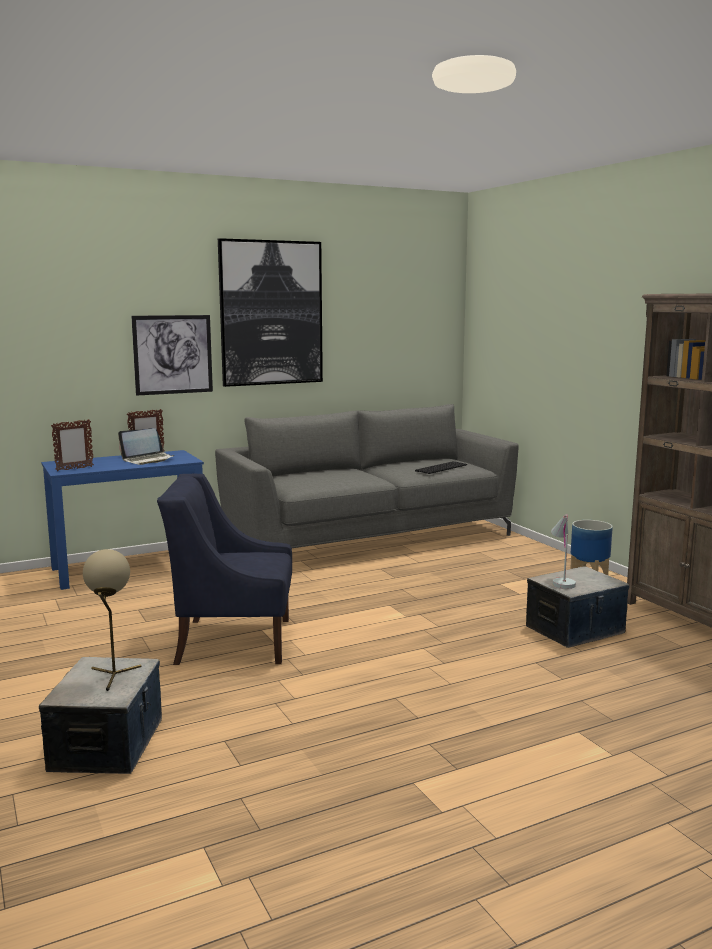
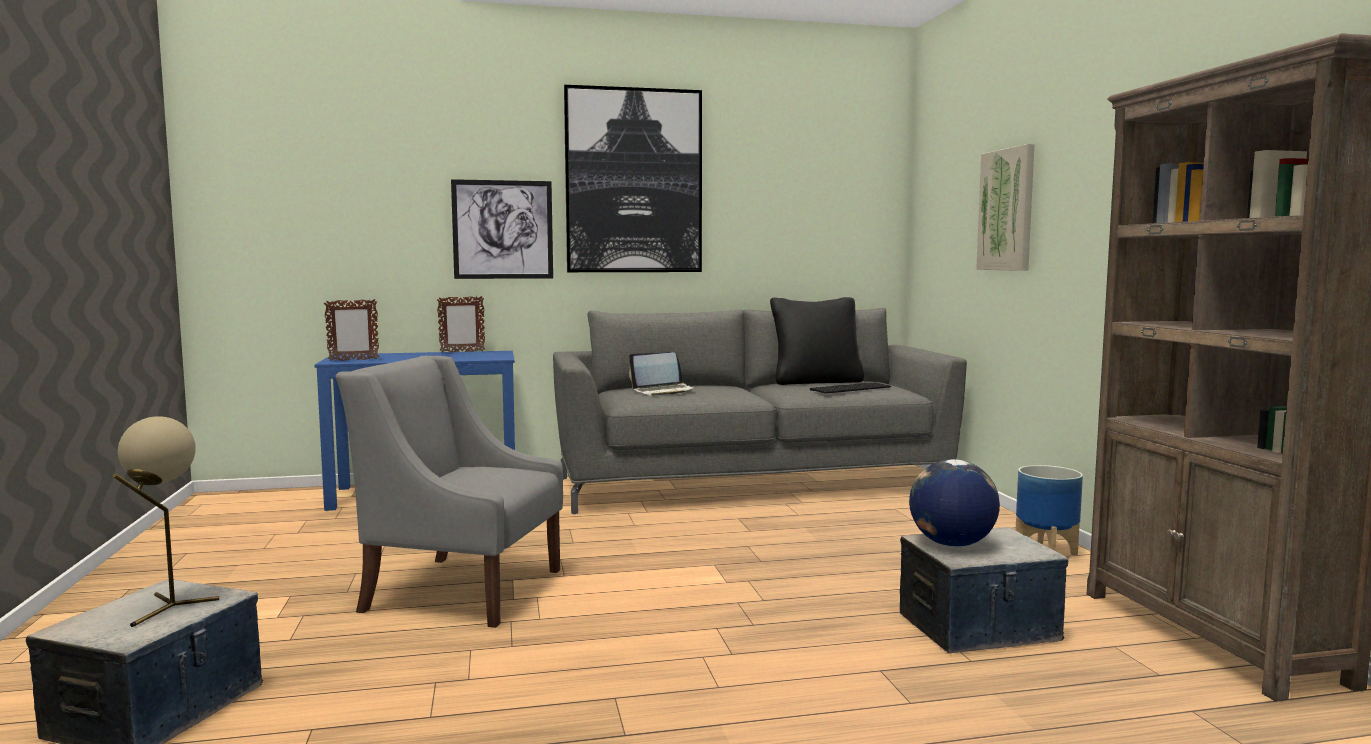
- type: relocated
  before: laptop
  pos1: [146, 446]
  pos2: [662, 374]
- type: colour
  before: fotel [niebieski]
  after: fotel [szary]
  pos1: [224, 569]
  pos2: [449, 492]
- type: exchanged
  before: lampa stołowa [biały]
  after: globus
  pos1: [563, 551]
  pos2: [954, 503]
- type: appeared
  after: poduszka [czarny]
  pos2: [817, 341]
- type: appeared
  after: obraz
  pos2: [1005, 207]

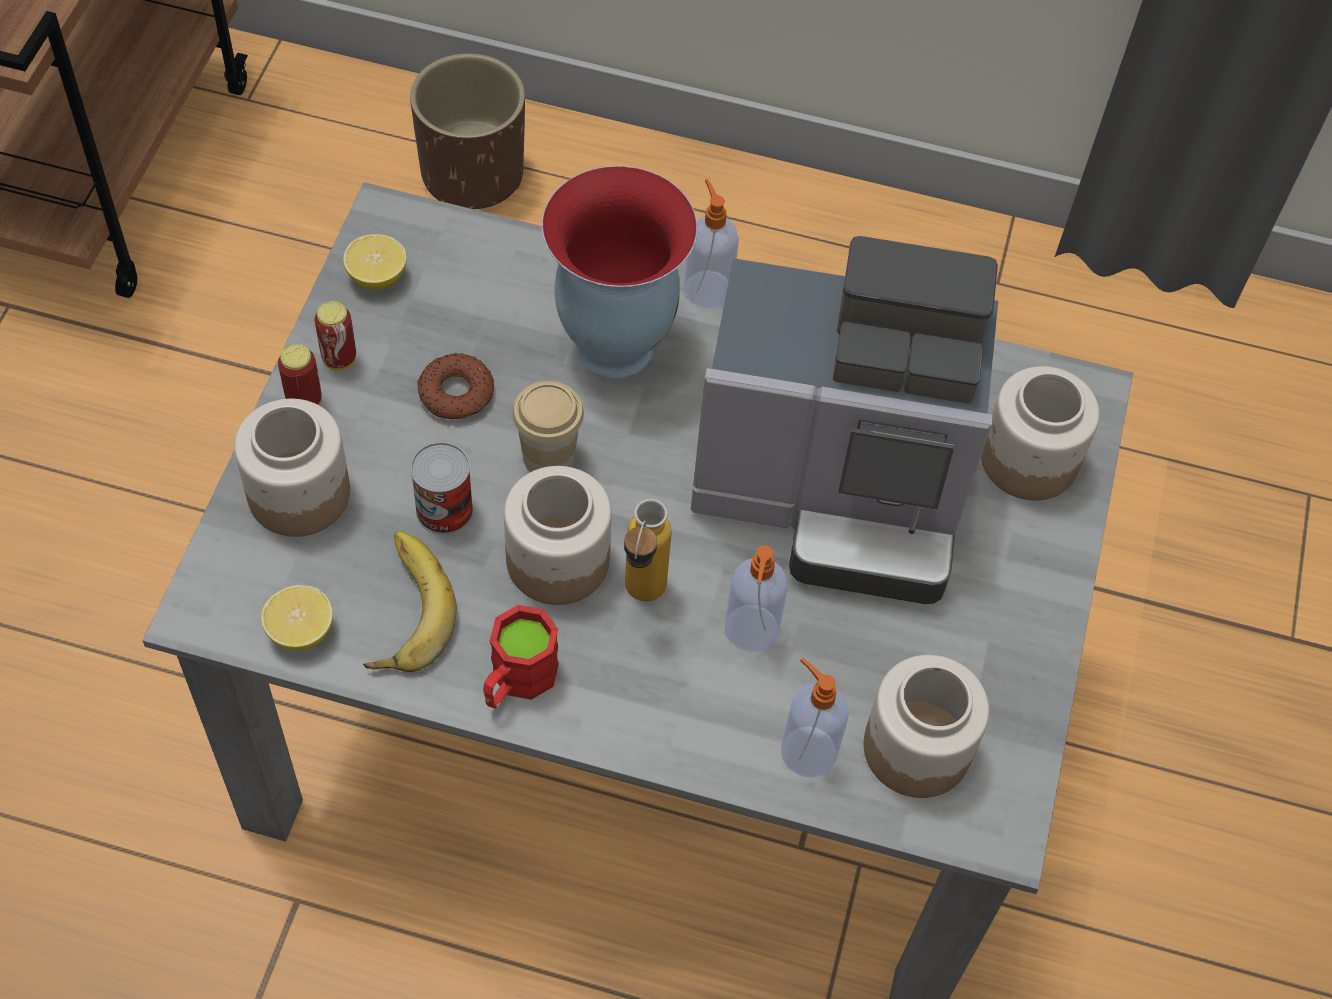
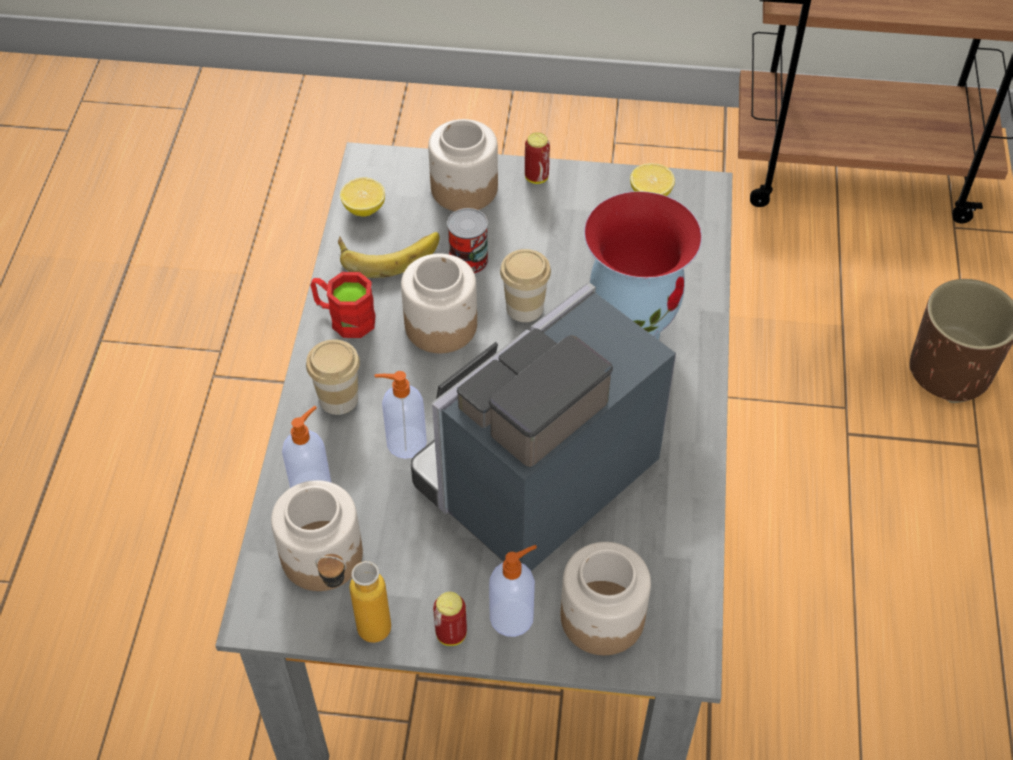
- type: relocated
  before: puszka
  pos1: [335, 336]
  pos2: [450, 619]
- type: missing
  before: donut
  pos1: [455, 386]
- type: relocated
  before: butelka
  pos1: [648, 550]
  pos2: [353, 598]
- type: relocated
  before: dozownik mydła
  pos1: [711, 243]
  pos2: [513, 591]
- type: spun
  before: ekspres do kawy
  pos1: [844, 420]
  pos2: [543, 426]
  turn: 45
- type: appeared
  after: filiżanka
  pos2: [333, 377]

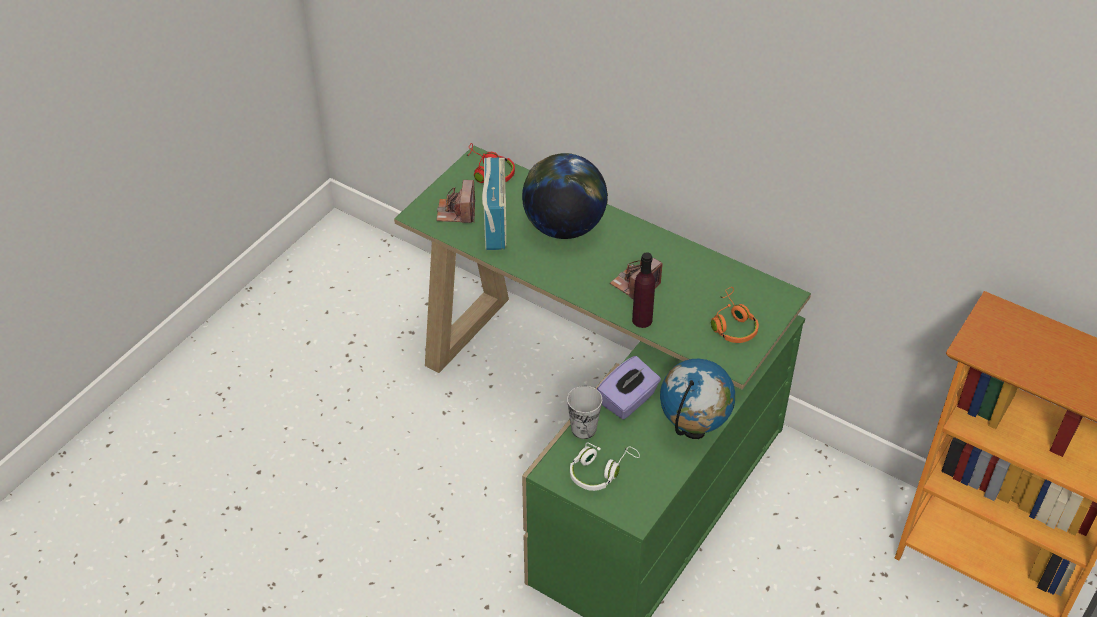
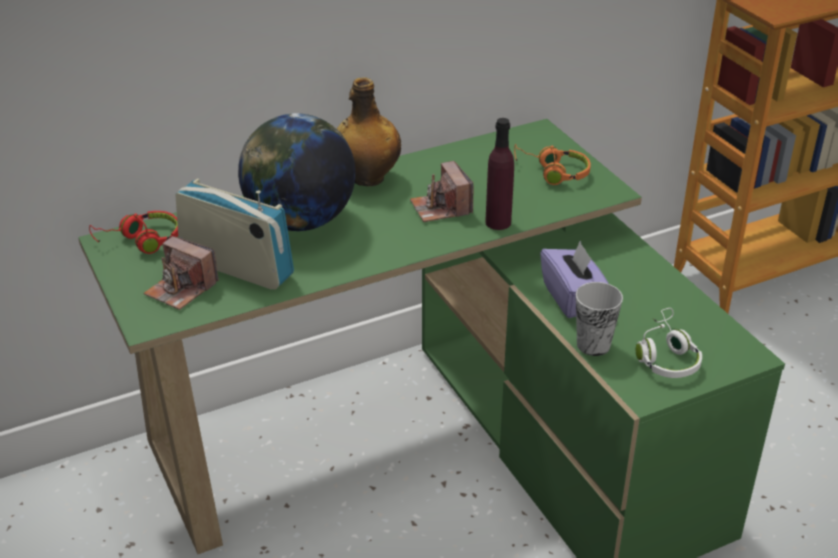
- type: missing
  before: globus
  pos1: [697, 399]
- type: appeared
  after: butelka
  pos2: [369, 132]

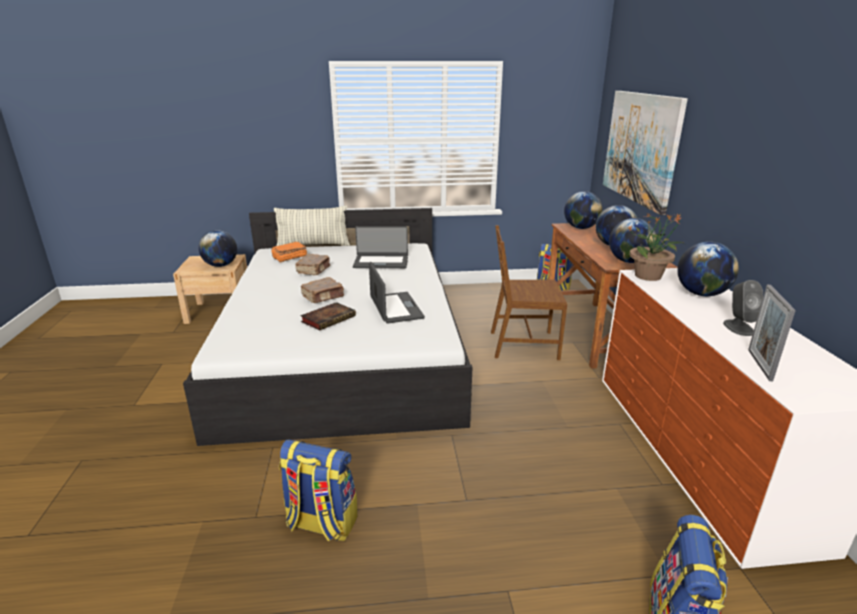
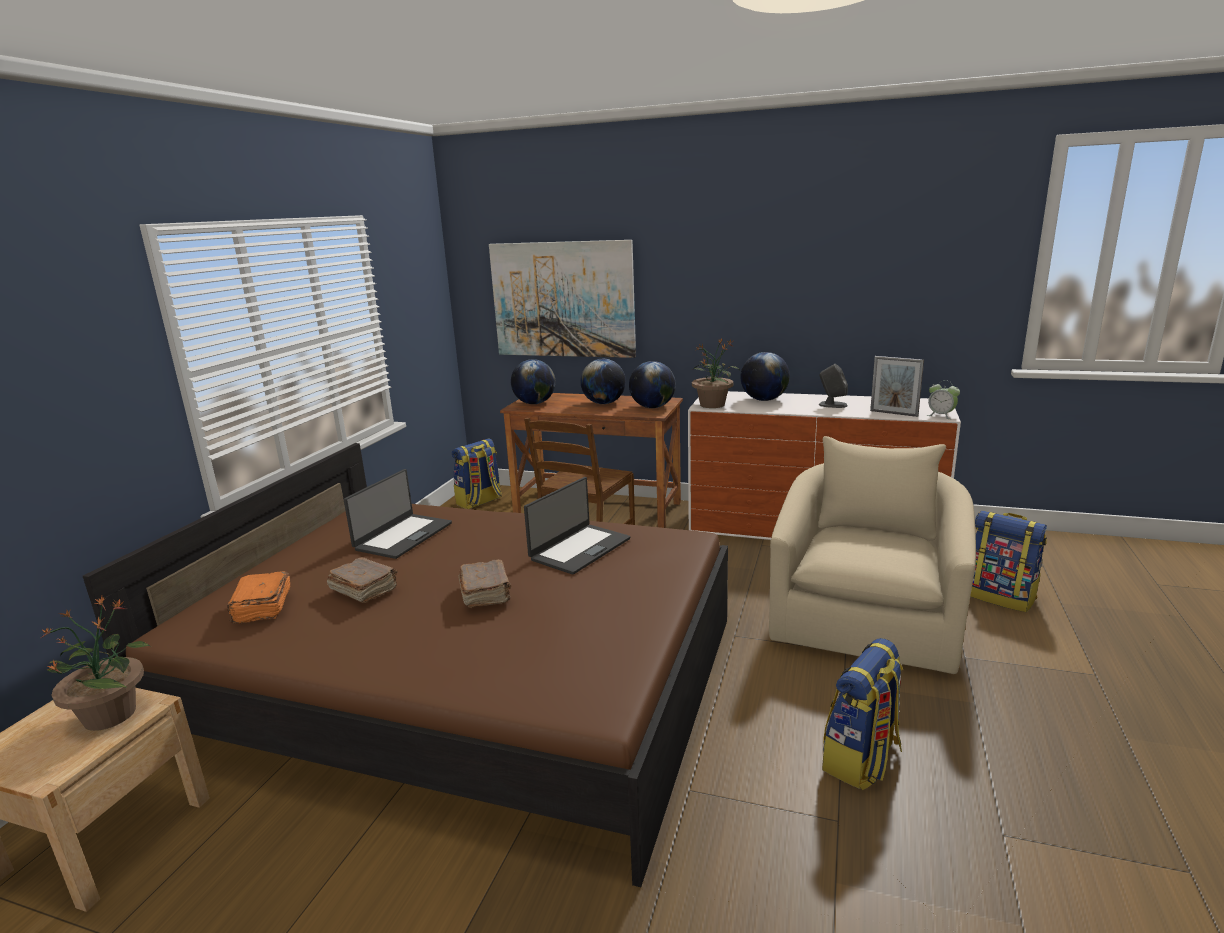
- type: colour
  before: łóżko [biały]
  after: łóżko [brązowy]
  pos1: [327, 327]
  pos2: [405, 665]
- type: exchanged
  before: globus
  after: roślina doniczkowa
  pos1: [217, 248]
  pos2: [95, 663]
- type: missing
  before: poduszka
  pos1: [312, 226]
- type: missing
  before: książka
  pos1: [328, 316]
- type: spun
  before: laptop
  pos1: [397, 293]
  pos2: [577, 526]
  turn: 120
- type: appeared
  after: fotel [beżowy]
  pos2: [872, 555]
- type: appeared
  after: budzik
  pos2: [943, 399]

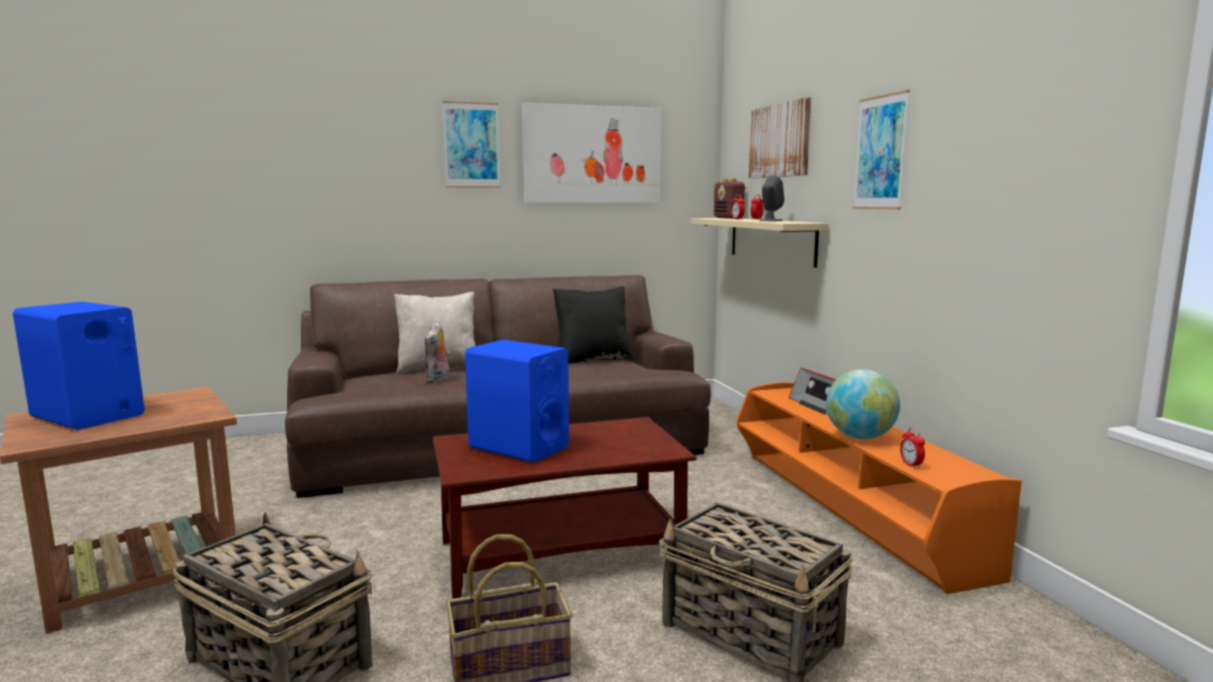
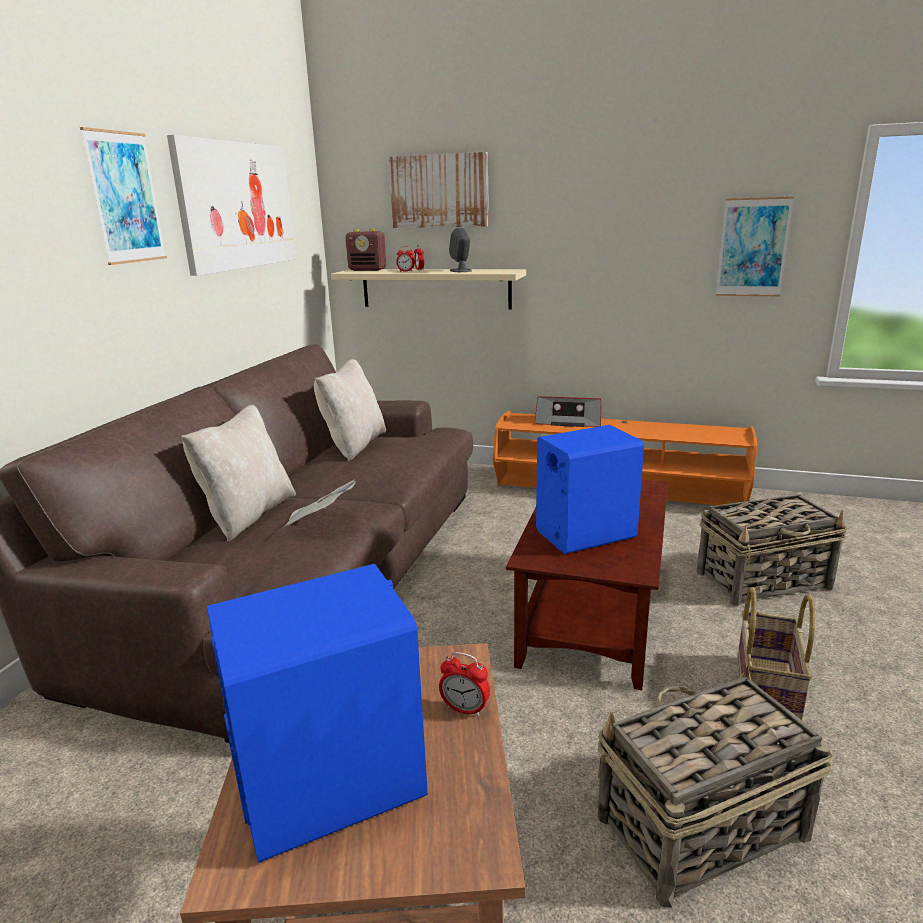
- type: exchanged
  before: pluszak
  after: gazeta
  pos1: [437, 352]
  pos2: [319, 503]
- type: colour
  before: poduszka [czarny]
  after: poduszka [beżowy]
  pos1: [593, 324]
  pos2: [350, 410]
- type: missing
  before: globus
  pos1: [863, 404]
- type: relocated
  before: obraz
  pos1: [881, 150]
  pos2: [754, 246]
- type: relocated
  before: budzik
  pos1: [912, 448]
  pos2: [464, 684]

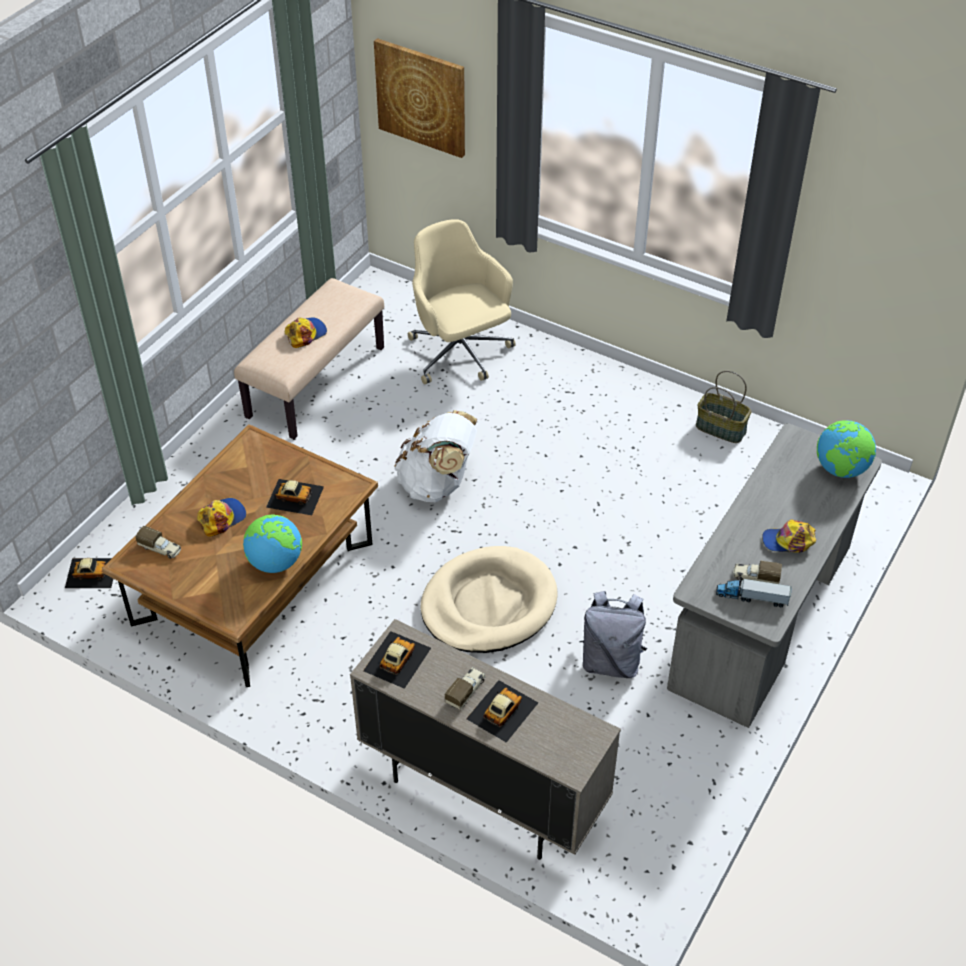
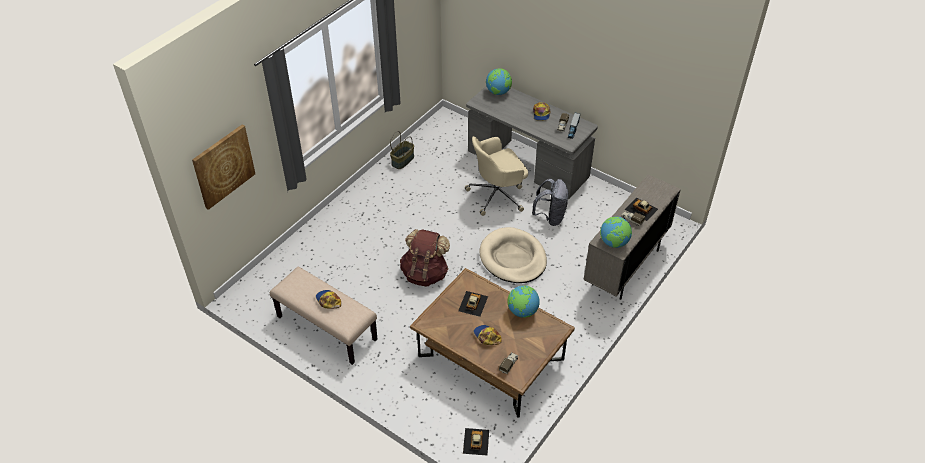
- type: exchanged
  before: samochodzik
  after: globus
  pos1: [397, 660]
  pos2: [616, 232]
- type: colour
  before: plecak [biały]
  after: plecak [brązowy]
  pos1: [435, 456]
  pos2: [425, 258]
- type: relocated
  before: krzesło biurowe [beżowy]
  pos1: [462, 302]
  pos2: [496, 176]

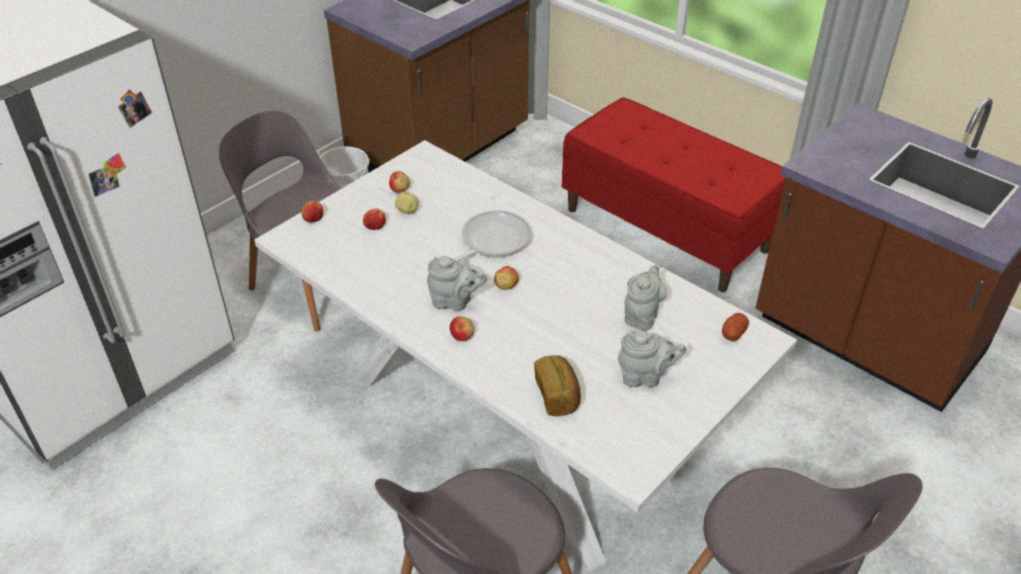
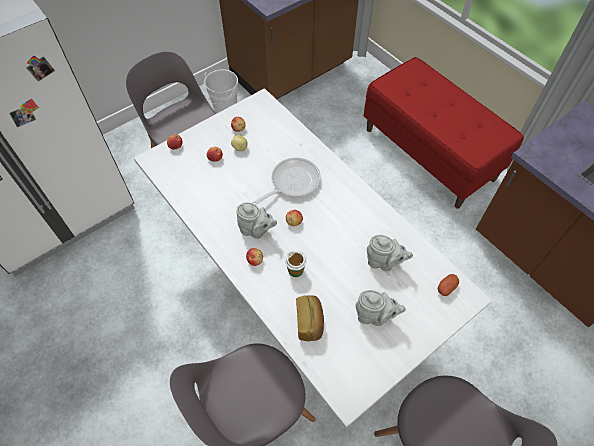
- type: spun
  before: imbryk [szary]
  pos1: [646, 297]
  pos2: [390, 253]
  turn: 75
- type: appeared
  after: filiżanka
  pos2: [296, 264]

